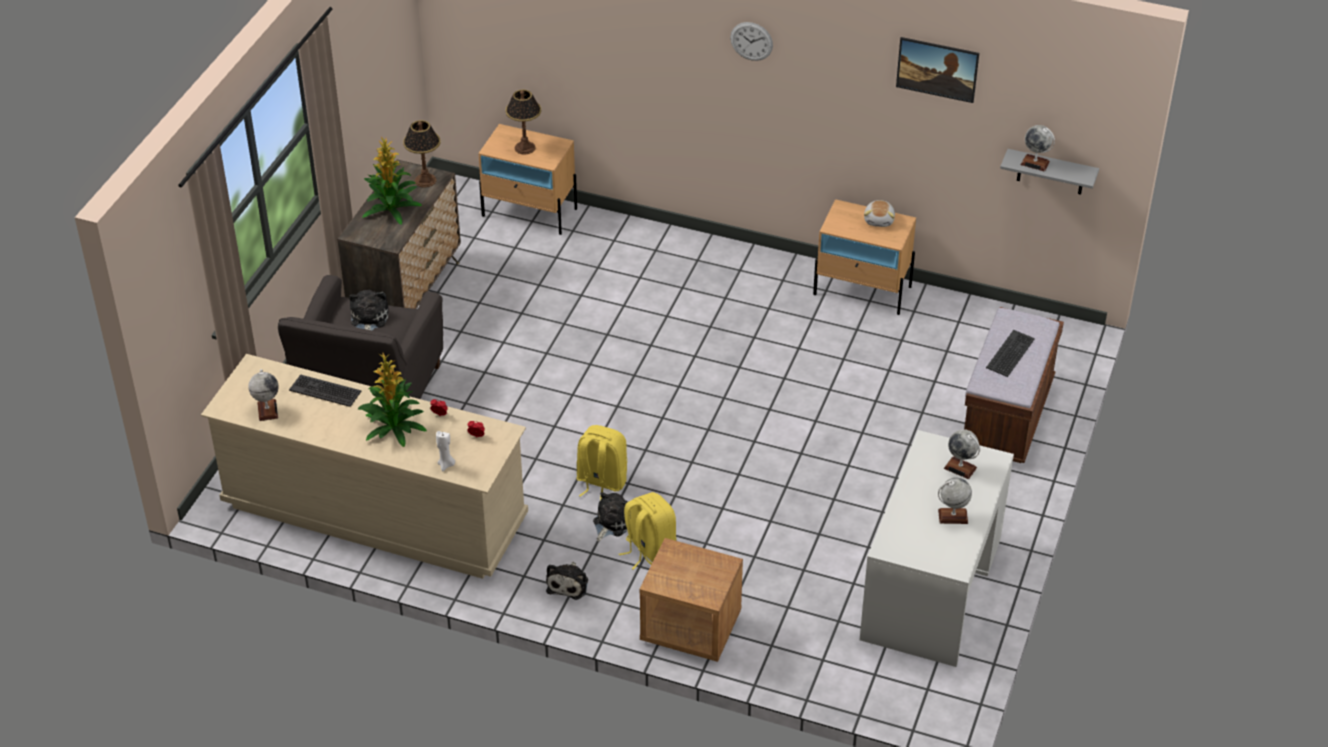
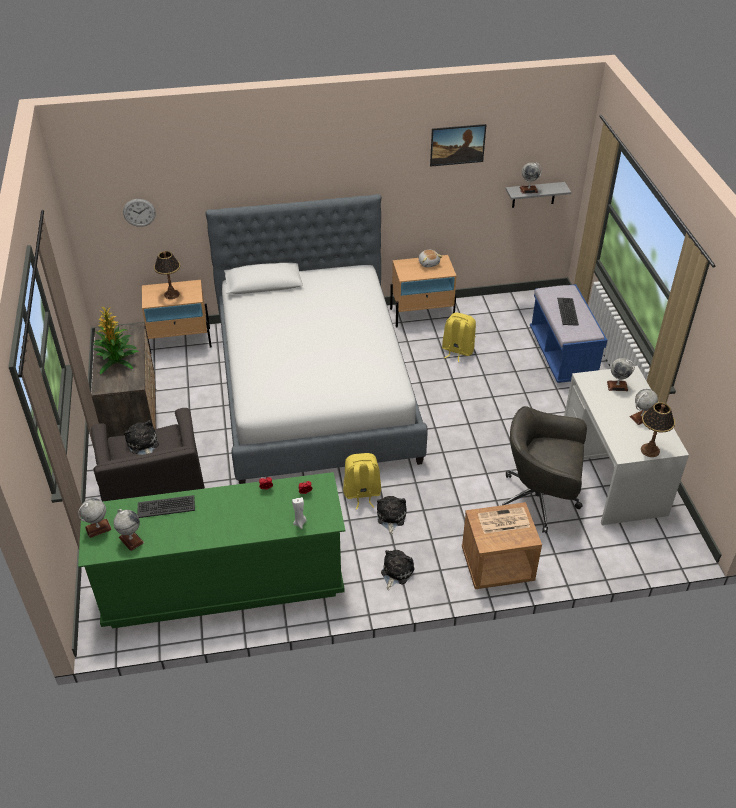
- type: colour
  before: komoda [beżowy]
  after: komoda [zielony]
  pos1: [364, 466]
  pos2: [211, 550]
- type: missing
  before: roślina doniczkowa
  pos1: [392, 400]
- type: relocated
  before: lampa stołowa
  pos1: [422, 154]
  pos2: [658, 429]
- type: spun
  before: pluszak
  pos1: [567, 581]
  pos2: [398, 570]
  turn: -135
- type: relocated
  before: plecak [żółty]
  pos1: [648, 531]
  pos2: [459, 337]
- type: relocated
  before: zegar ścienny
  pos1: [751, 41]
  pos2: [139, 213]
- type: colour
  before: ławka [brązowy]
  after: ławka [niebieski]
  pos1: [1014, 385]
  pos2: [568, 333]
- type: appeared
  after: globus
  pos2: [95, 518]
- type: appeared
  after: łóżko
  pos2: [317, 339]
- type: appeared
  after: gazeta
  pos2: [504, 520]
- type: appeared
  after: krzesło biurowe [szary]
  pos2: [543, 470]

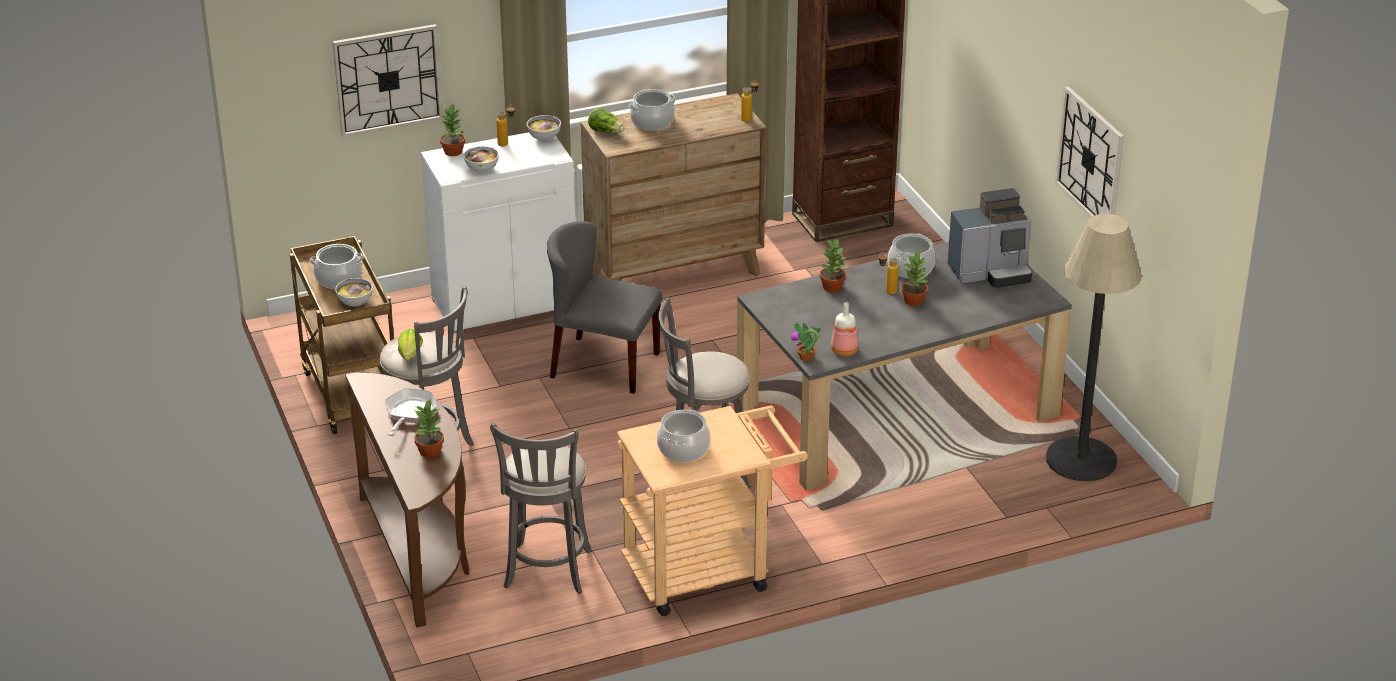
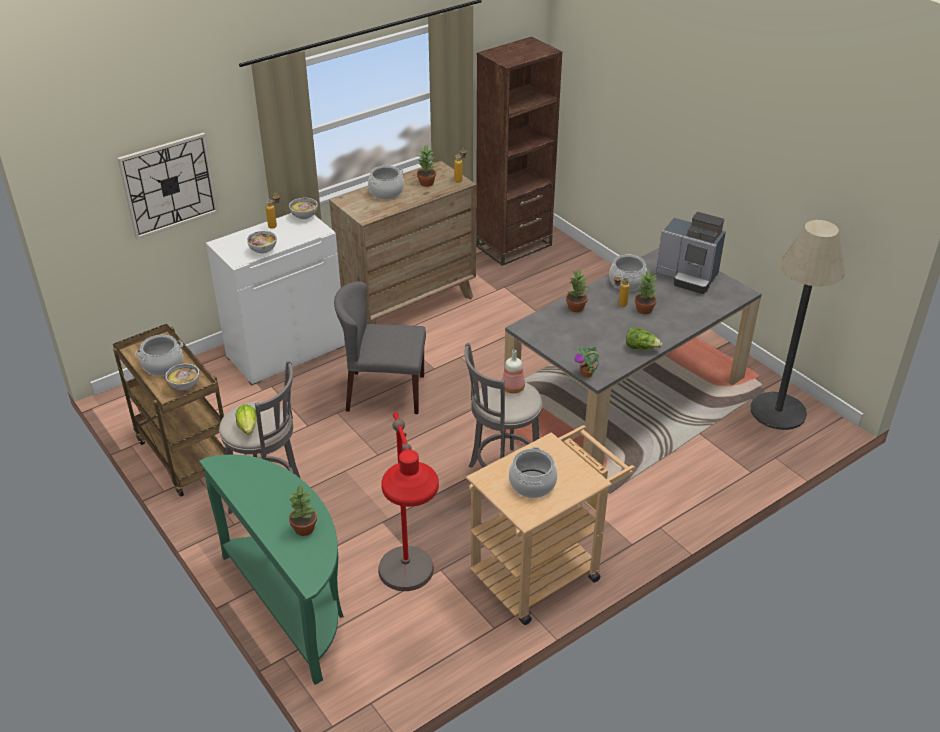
- type: colour
  before: stolik konsolowy [brązowy]
  after: stolik konsolowy [zielony]
  pos1: [407, 500]
  pos2: [271, 569]
- type: missing
  before: patelnia
  pos1: [411, 412]
- type: relocated
  before: roślina doniczkowa
  pos1: [452, 129]
  pos2: [427, 166]
- type: exchanged
  before: stołek [szary]
  after: lampa stojąca [czerwony]
  pos1: [541, 508]
  pos2: [408, 501]
- type: relocated
  before: sałata
  pos1: [606, 120]
  pos2: [644, 338]
- type: relocated
  before: butelka
  pos1: [844, 329]
  pos2: [513, 372]
- type: spun
  before: ekspres do kawy
  pos1: [990, 238]
  pos2: [691, 253]
  turn: 60
- type: missing
  before: zegar ścienny
  pos1: [1089, 152]

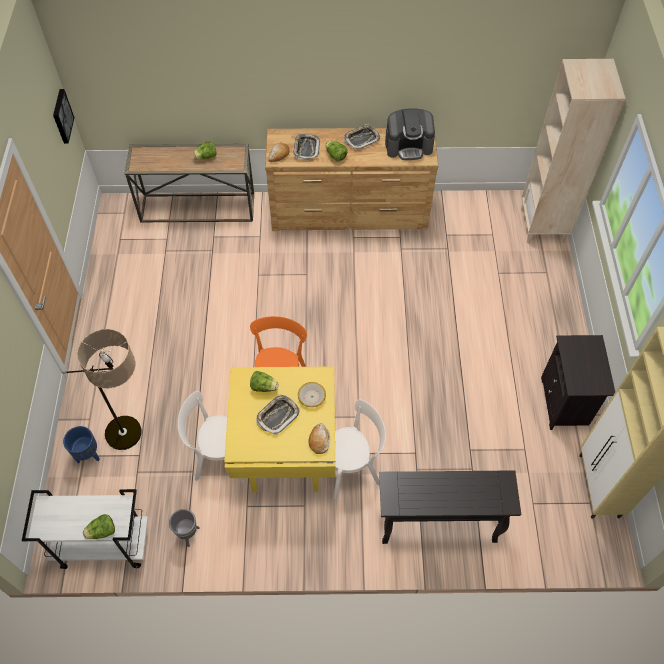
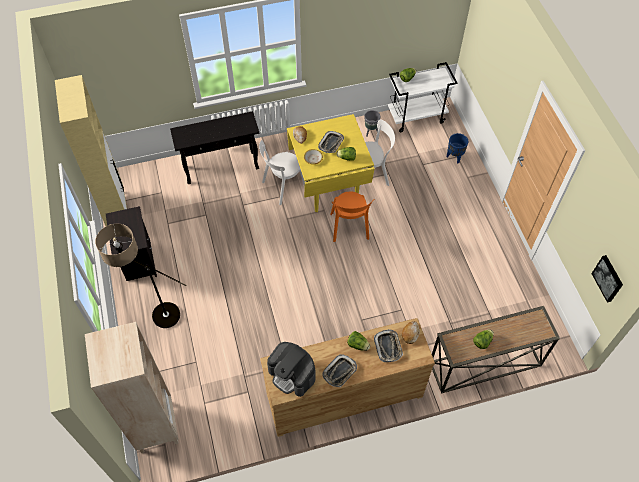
- type: relocated
  before: lampa stojąca
  pos1: [102, 389]
  pos2: [141, 276]
- type: spun
  before: ekspres do kawy
  pos1: [410, 134]
  pos2: [291, 369]
  turn: -120

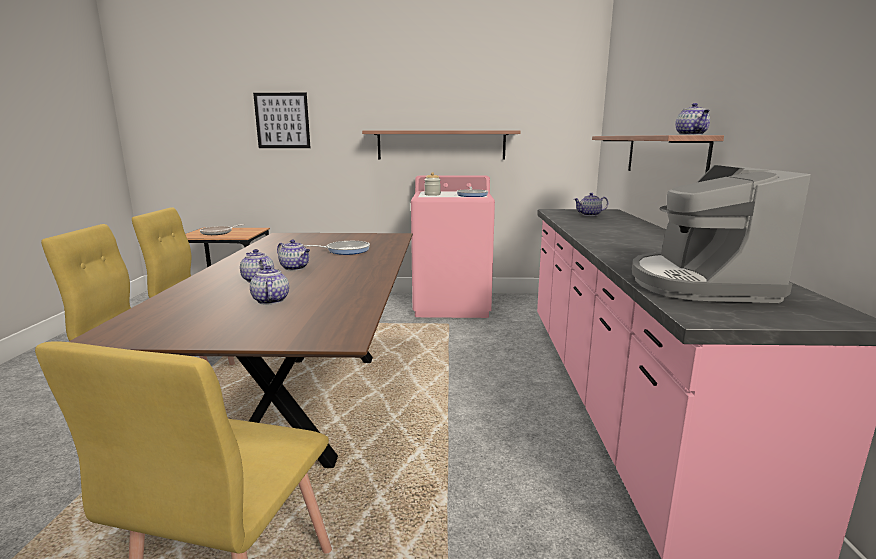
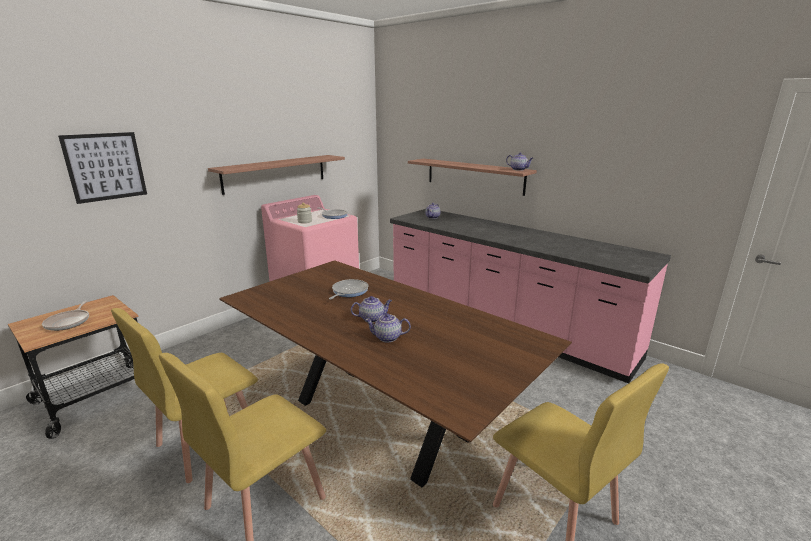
- type: missing
  before: imbryk
  pos1: [269, 284]
- type: missing
  before: ekspres do kawy
  pos1: [721, 234]

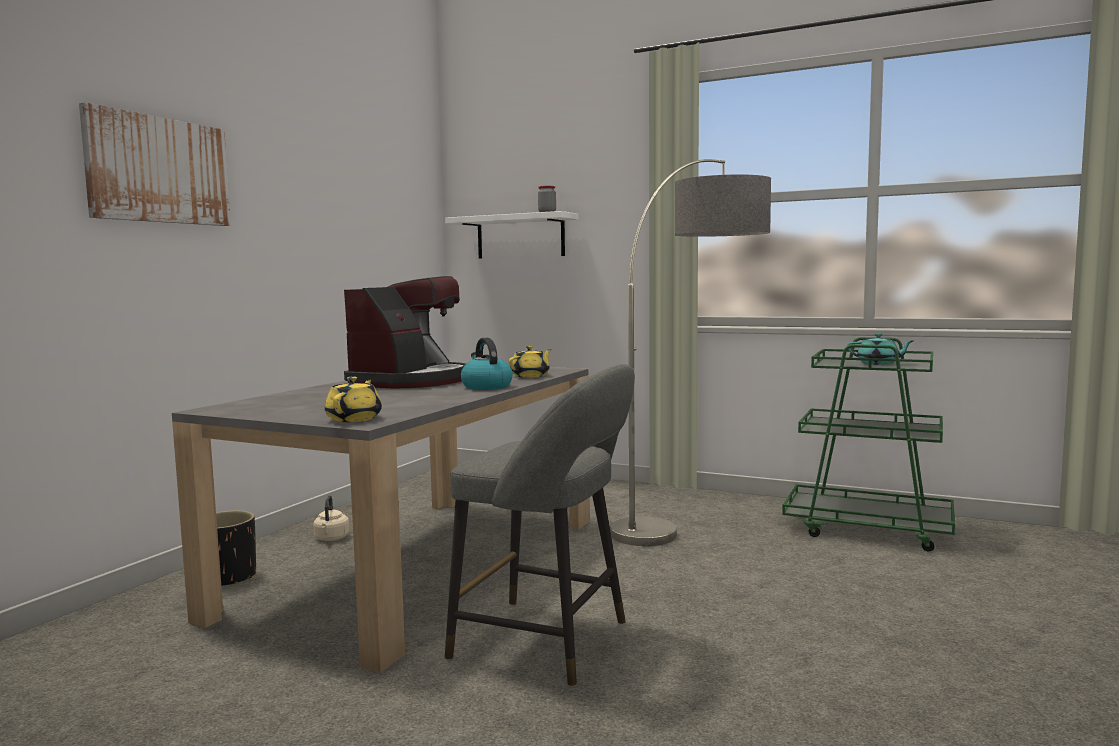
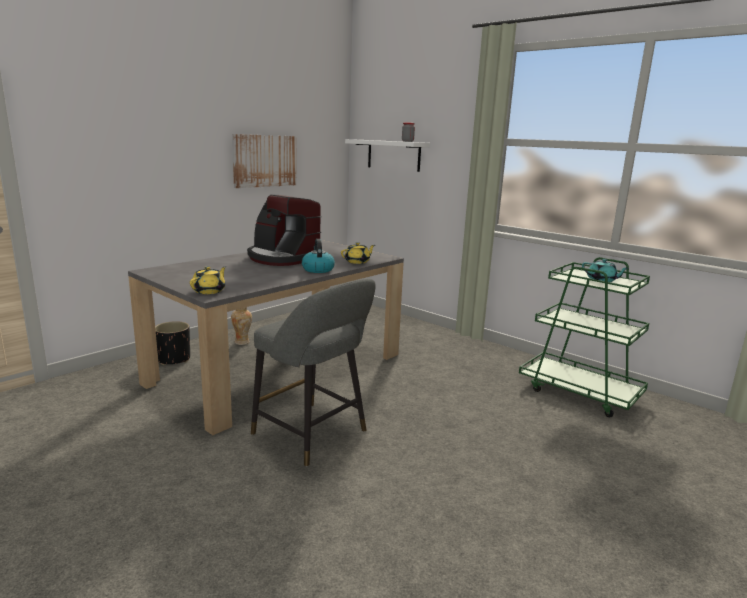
- type: relocated
  before: obraz
  pos1: [155, 164]
  pos2: [264, 161]
- type: exchanged
  before: czajnik [beżowy]
  after: wazon
  pos1: [331, 518]
  pos2: [241, 326]
- type: spun
  before: ekspres do kawy
  pos1: [405, 332]
  pos2: [284, 230]
  turn: 90
- type: missing
  before: lampa stojąca
  pos1: [690, 352]

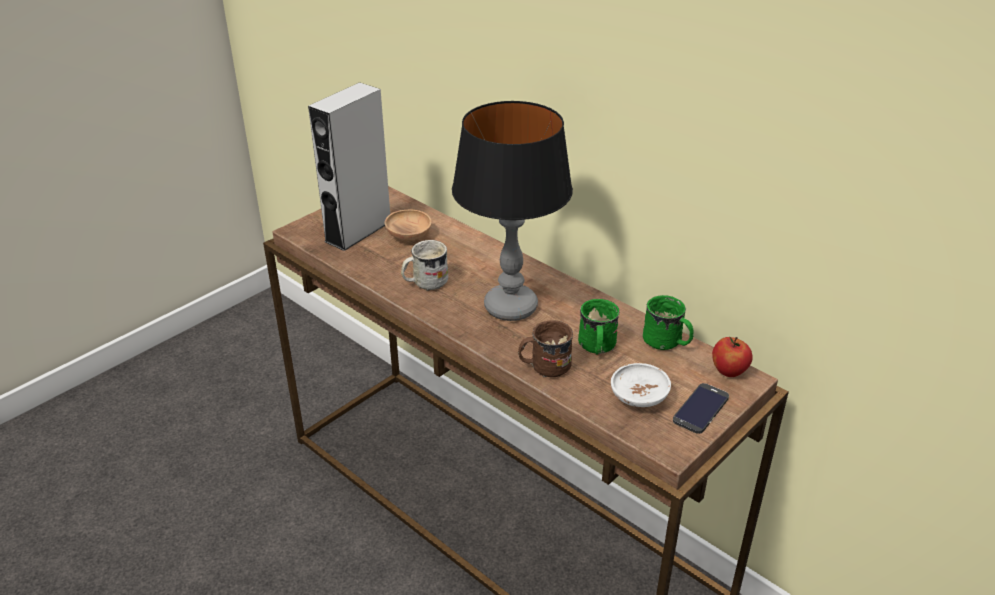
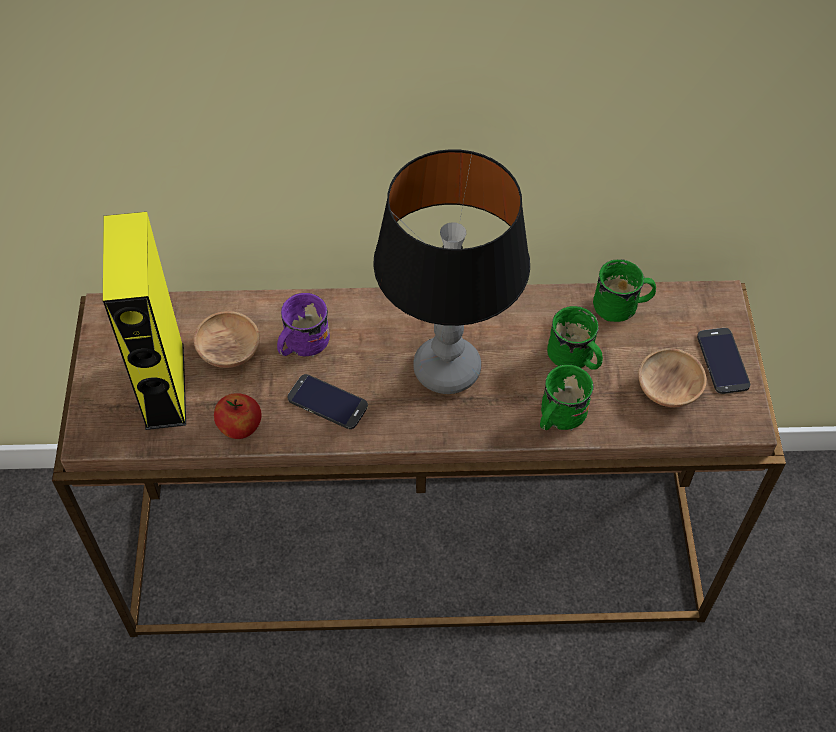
- type: colour
  before: głośnik [szary]
  after: głośnik [żółty]
  pos1: [349, 166]
  pos2: [144, 321]
- type: exchanged
  before: kubek [biały]
  after: telefon
  pos1: [424, 265]
  pos2: [327, 401]
- type: colour
  before: kubek [brązowy]
  after: kubek [zielony]
  pos1: [545, 348]
  pos2: [567, 398]
- type: colour
  before: miska [biały]
  after: miska [brązowy]
  pos1: [641, 385]
  pos2: [673, 377]
- type: relocated
  before: jabłko
  pos1: [732, 357]
  pos2: [237, 416]
- type: appeared
  after: kubek [fioletowy]
  pos2: [303, 325]

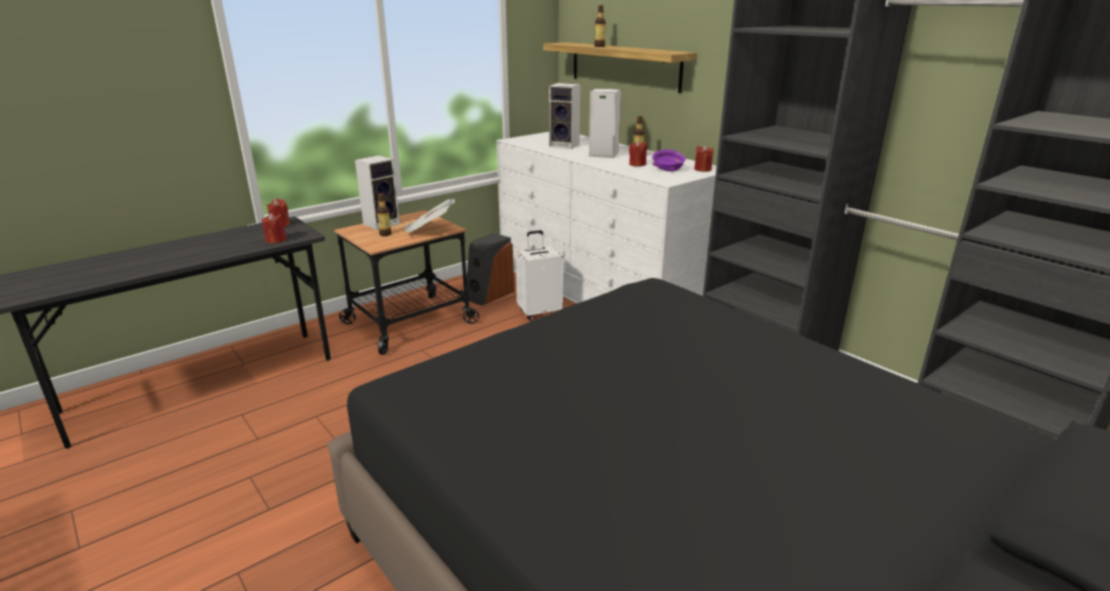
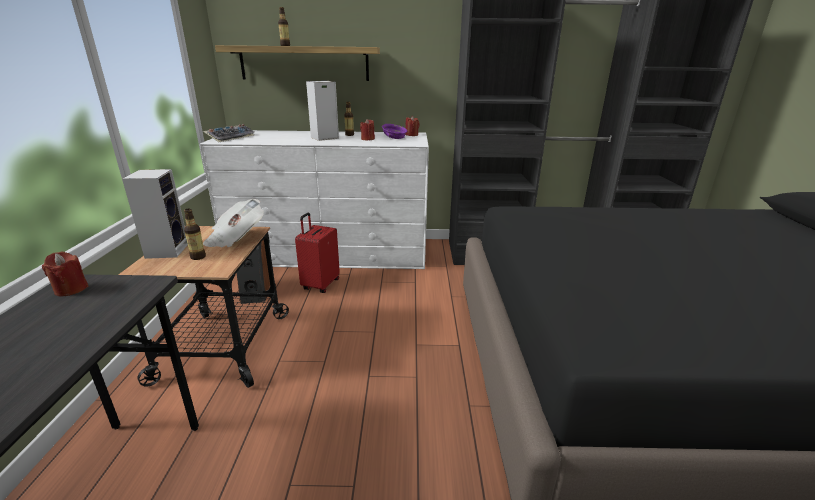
- type: missing
  before: świeca [czerwony]
  pos1: [274, 228]
- type: colour
  before: walizka [biały]
  after: walizka [czerwony]
  pos1: [539, 275]
  pos2: [317, 252]
- type: missing
  before: głośnik
  pos1: [564, 116]
- type: appeared
  after: klawiatura
  pos2: [228, 133]

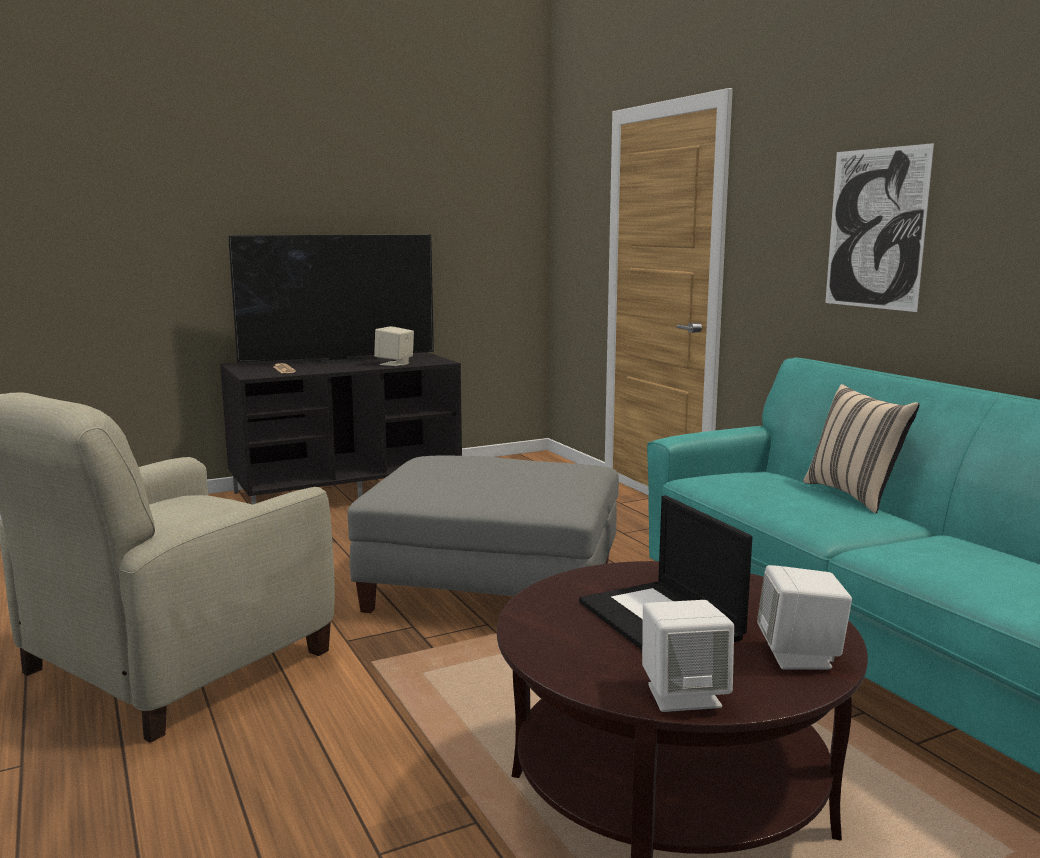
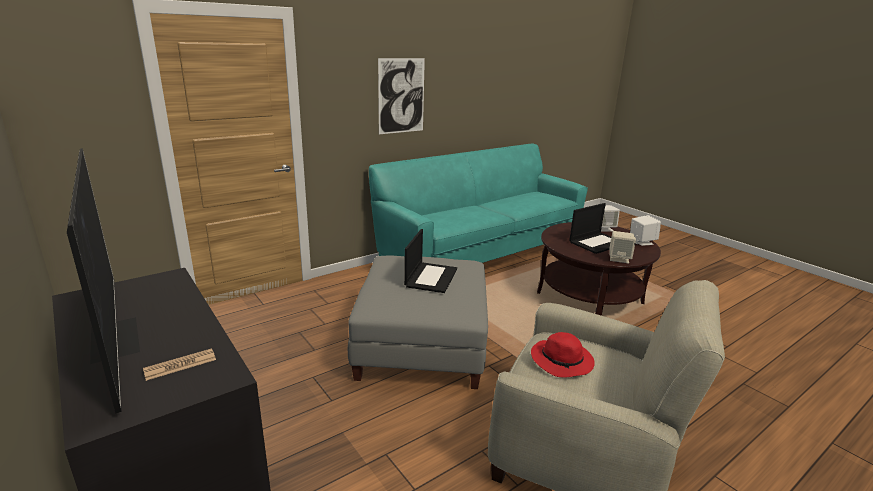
- type: relocated
  before: głośnik [beżowy]
  pos1: [394, 346]
  pos2: [622, 247]
- type: missing
  before: poduszka [beżowy]
  pos1: [861, 448]
- type: appeared
  after: laptop
  pos2: [430, 261]
- type: appeared
  after: kapelusz [czerwony]
  pos2: [563, 355]

